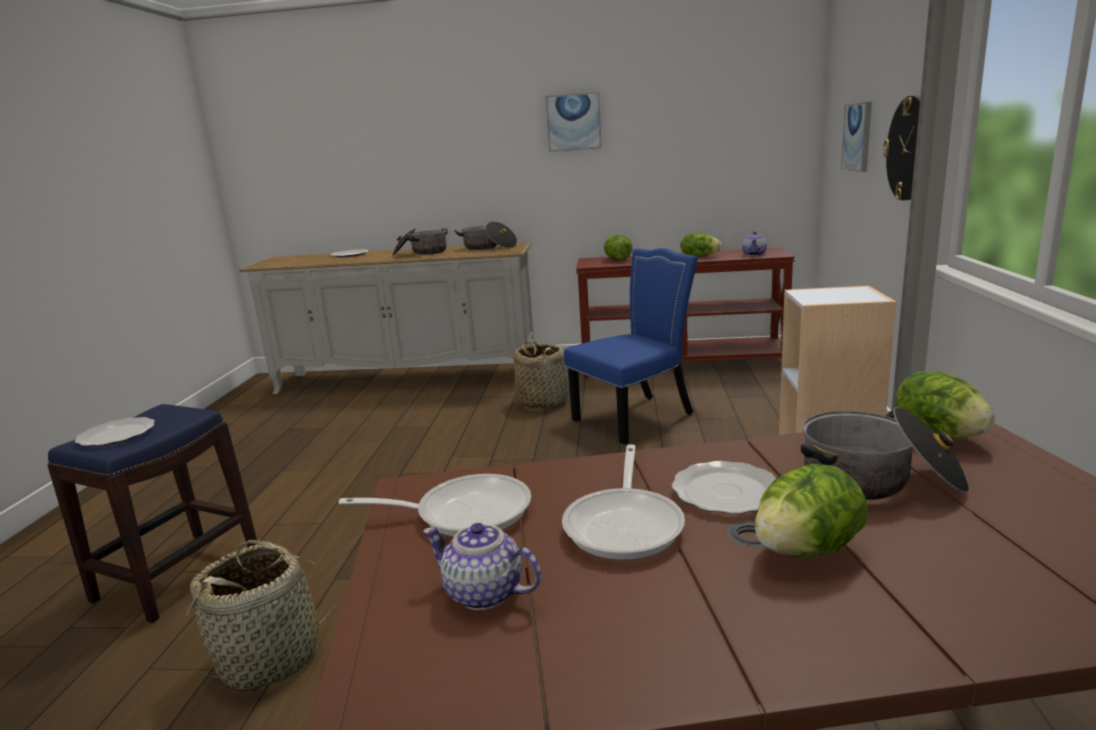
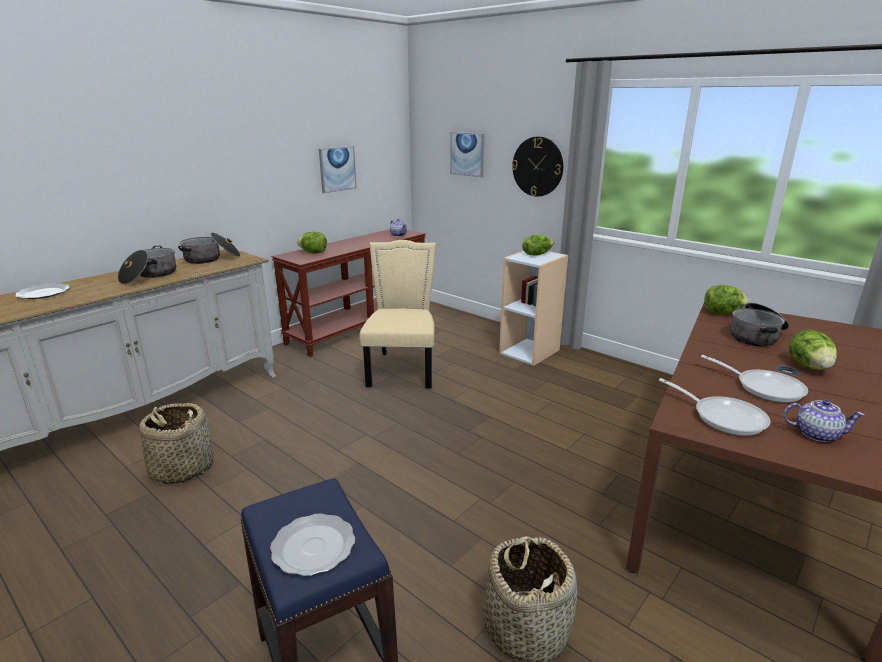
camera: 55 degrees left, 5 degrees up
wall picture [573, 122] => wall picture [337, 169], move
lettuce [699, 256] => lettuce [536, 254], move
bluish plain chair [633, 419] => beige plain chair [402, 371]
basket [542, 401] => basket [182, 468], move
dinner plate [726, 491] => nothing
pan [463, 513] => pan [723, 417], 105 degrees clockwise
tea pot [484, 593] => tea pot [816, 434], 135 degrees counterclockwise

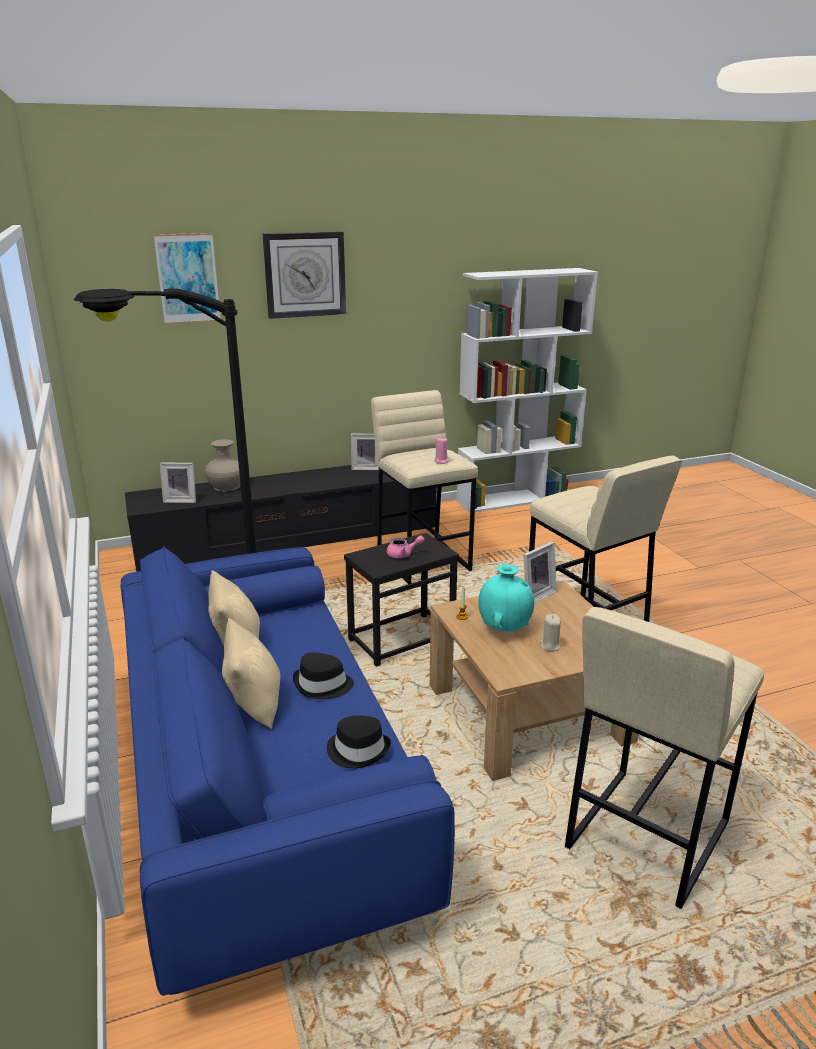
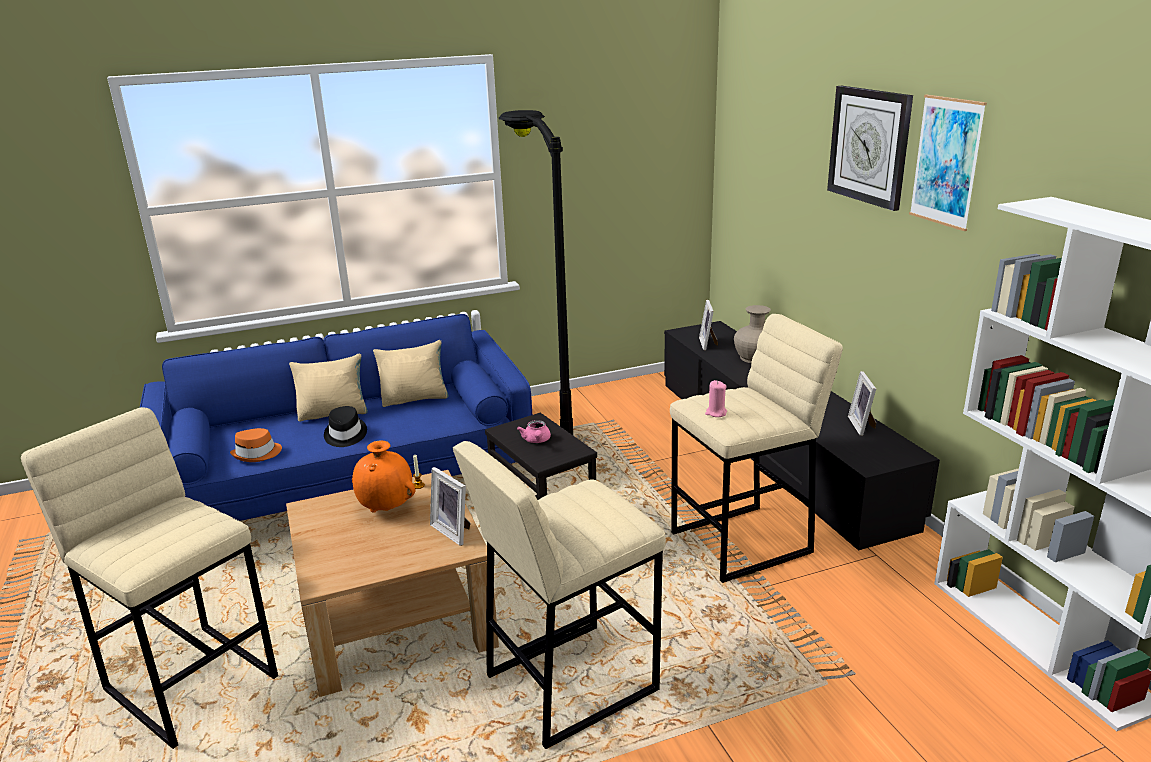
camera: 90 degrees right, 0 degrees up
wall picture [188, 279] => wall picture [946, 162], move
turquoise flower vase [504, 629] => orange-coloured flower vase [387, 509]
beige candle [549, 646] => nothing
black clothing hat [358, 750] => orange-coloured clothing hat [257, 454]

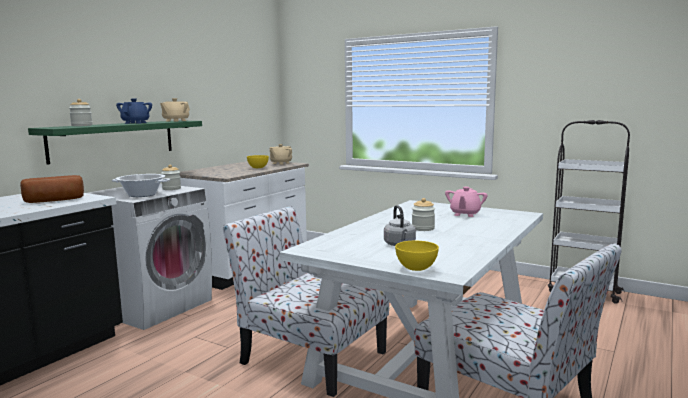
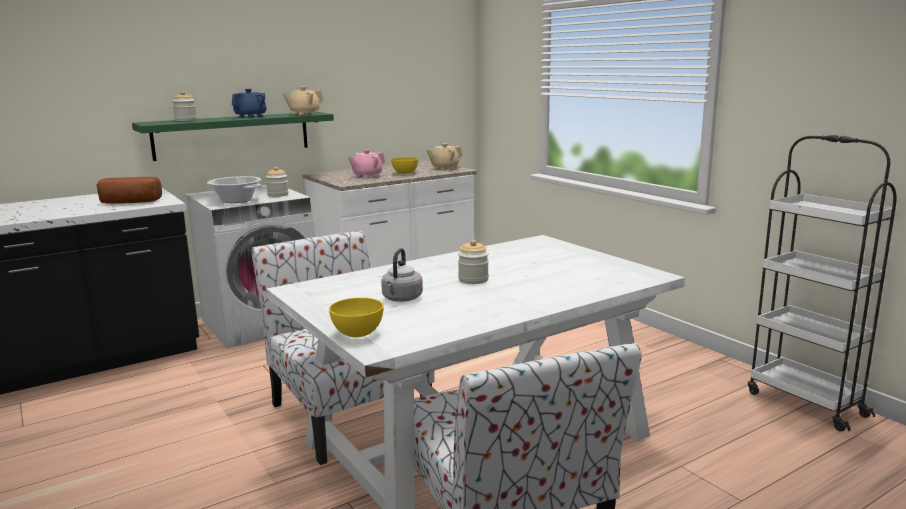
camera: 25 degrees right, 5 degrees up
pink-coloured tea pot [465, 214] => pink-coloured tea pot [367, 176], move

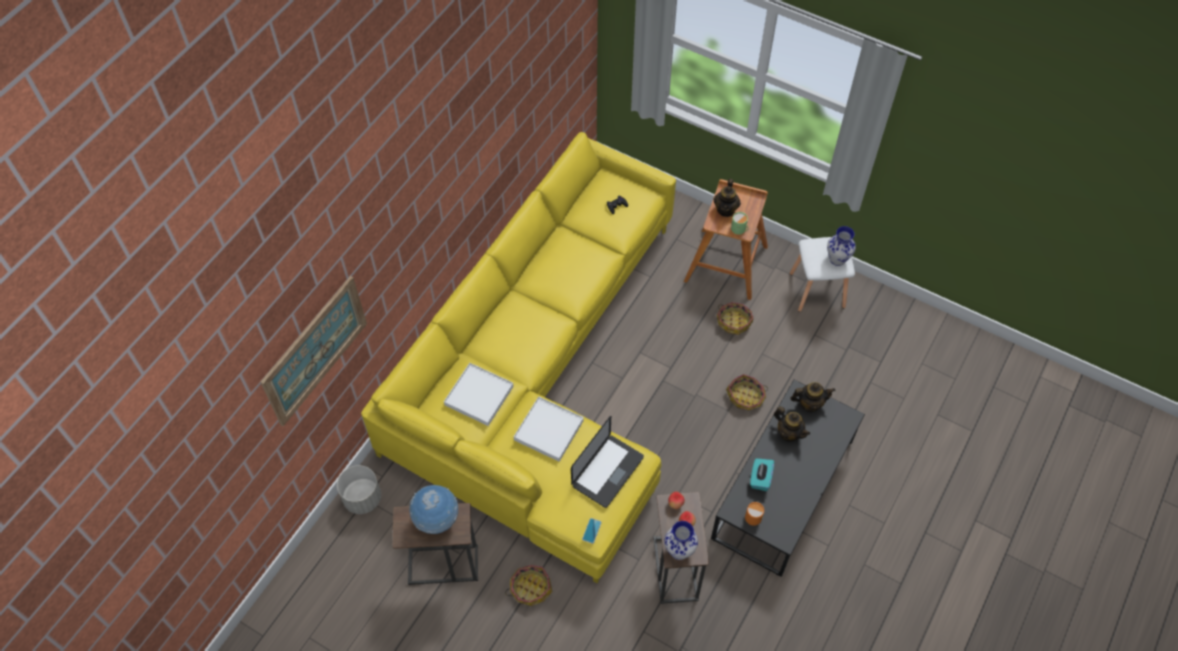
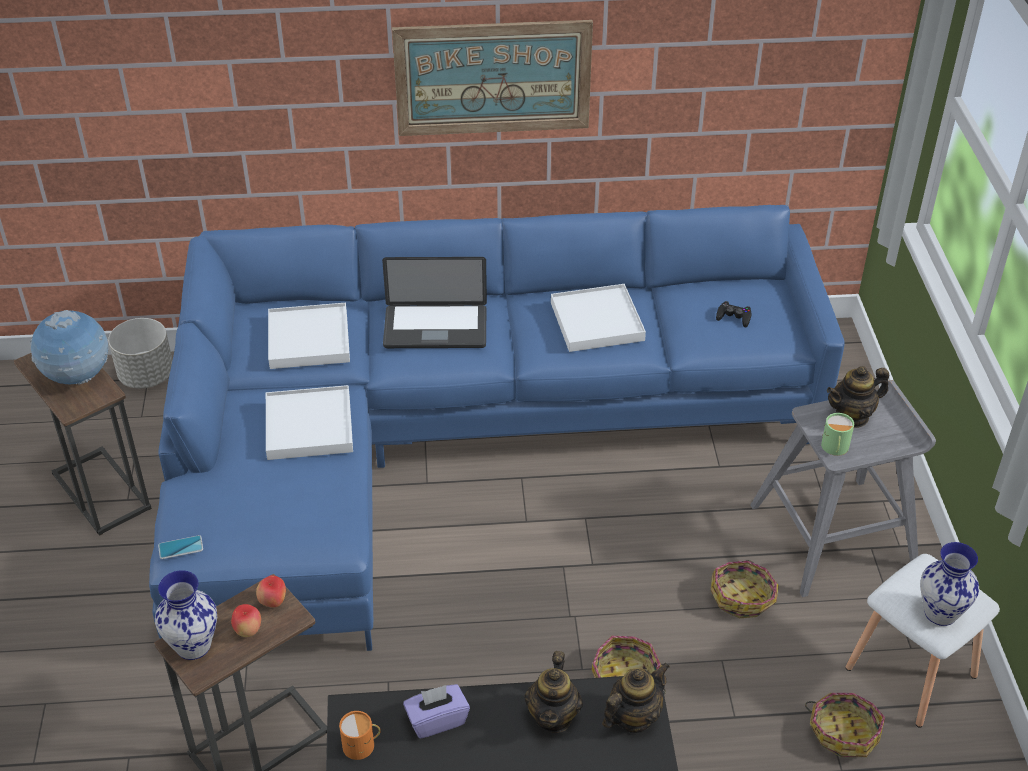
camera: 55 degrees right, 15 degrees down
yellow couch [540, 375] => bluish couch [455, 438]
brownish stool seat [726, 263] => gray stool seat [835, 536]
wall picture [315, 350] => wall picture [493, 77], move
tea pot [809, 403] => tea pot [633, 717], 90 degrees counterclockwise
laptop [607, 471] => laptop [435, 328], move
turquoise tissue holder [760, 479] => purplish tissue holder [437, 720]
basket [530, 588] => basket [843, 732], move
nothing => white serving tray [596, 322]

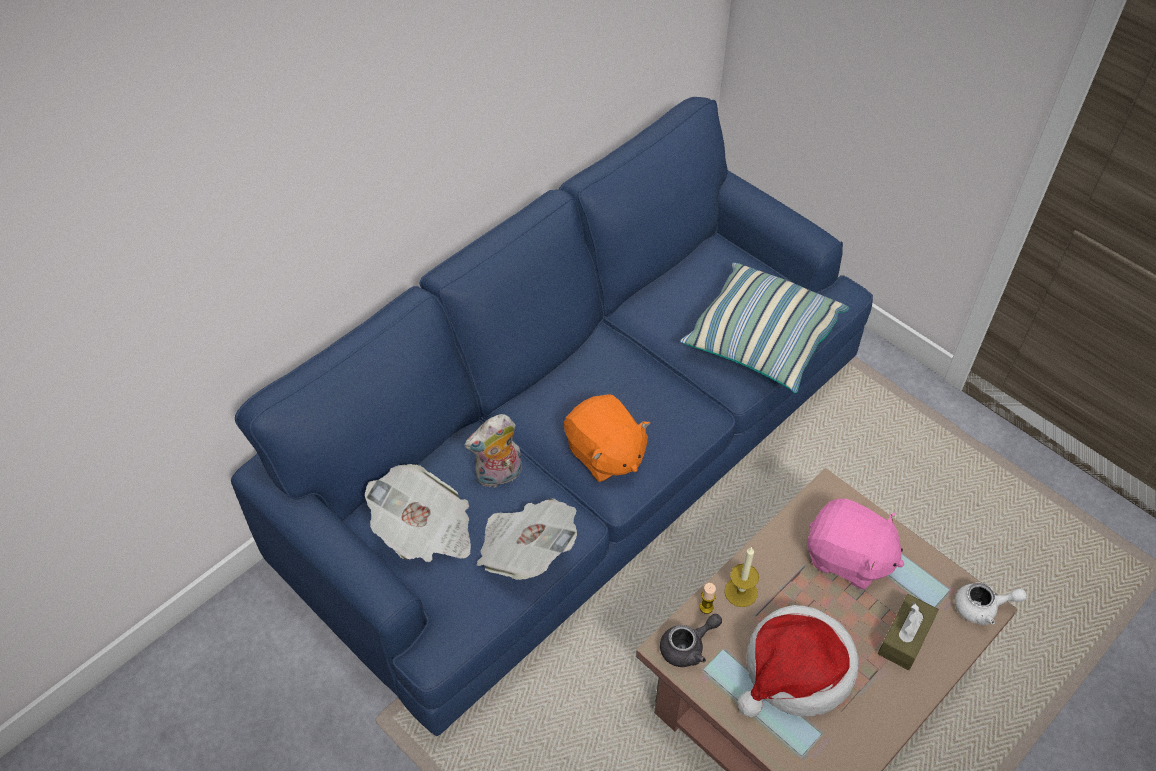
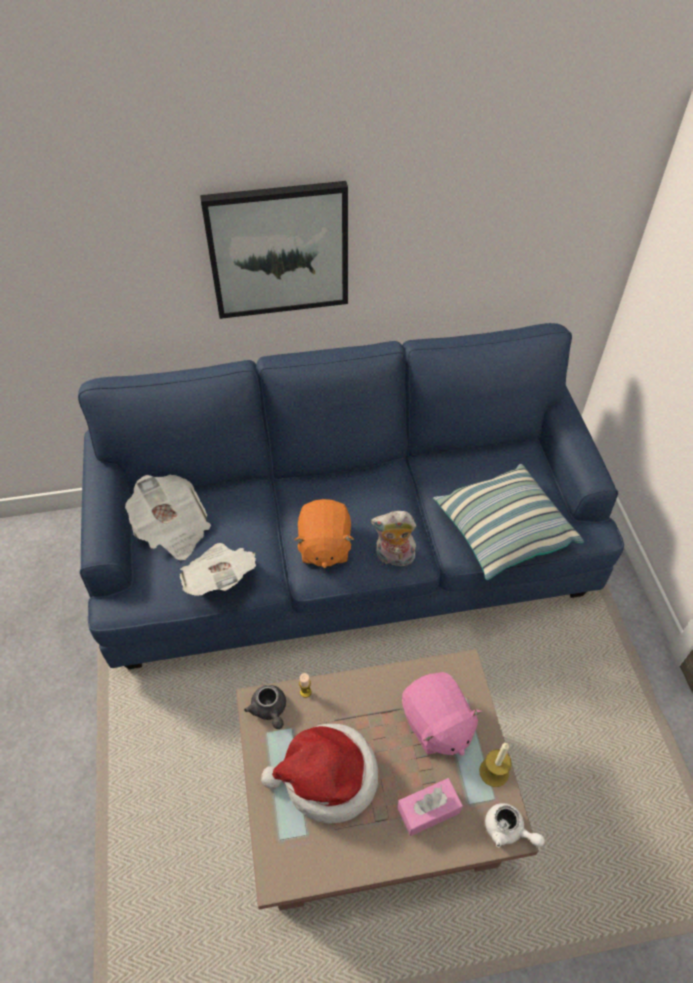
camera: 35 degrees right, 0 degrees up
soft toy [499, 476] => soft toy [393, 558], move
candle [741, 592] => candle [494, 772], move
brownish tissue holder [905, 637] => pink-coloured tissue holder [428, 810]
gray tea pot [688, 647] => gray tea pot [269, 710], 60 degrees clockwise
nothing => wall picture [278, 250]

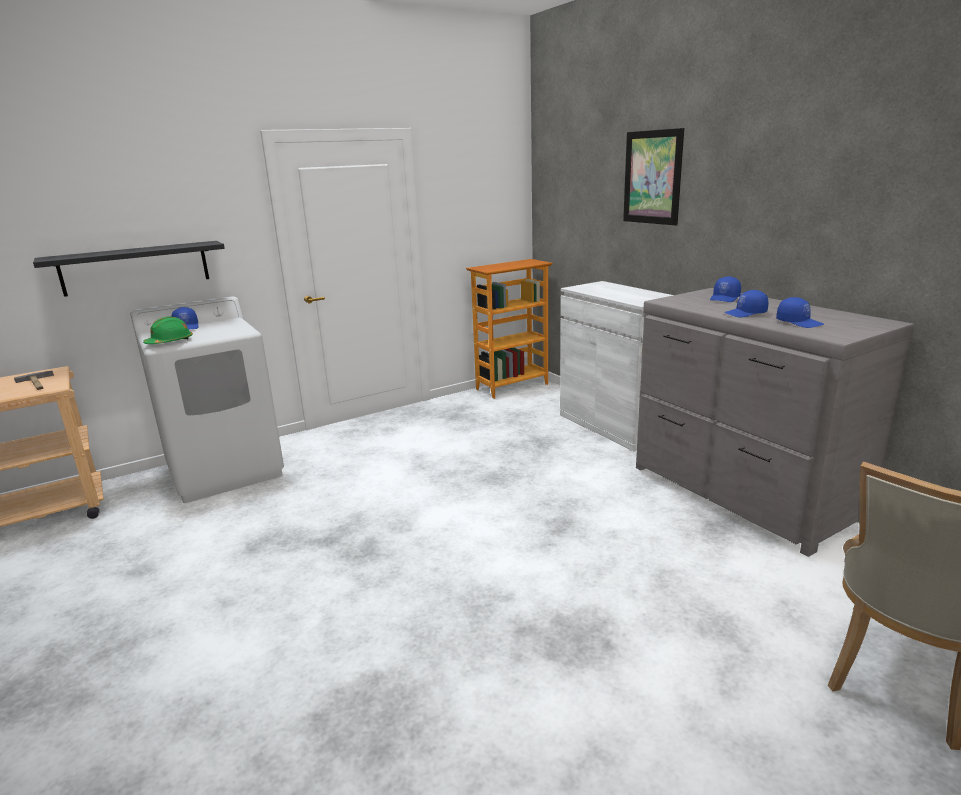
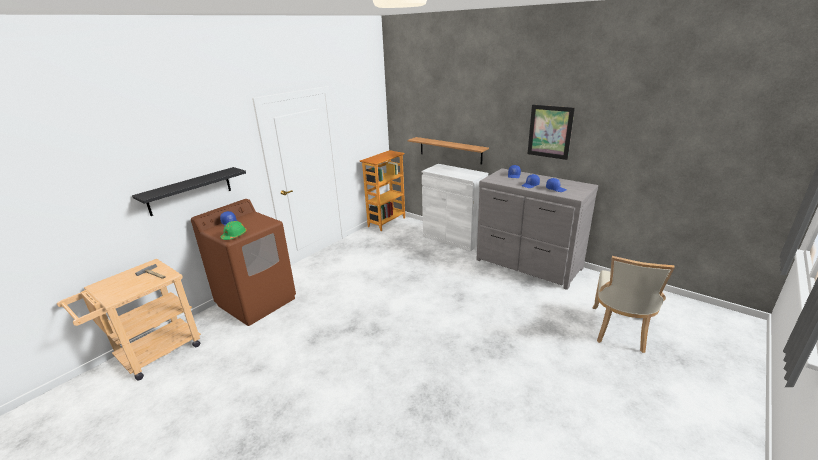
camera: 20 degrees left, 5 degrees up
wall picture [652, 177] => wall picture [550, 131], move
white laundry appliance [226, 470] => brownish laundry appliance [257, 301]
nothing => shelf [450, 150]

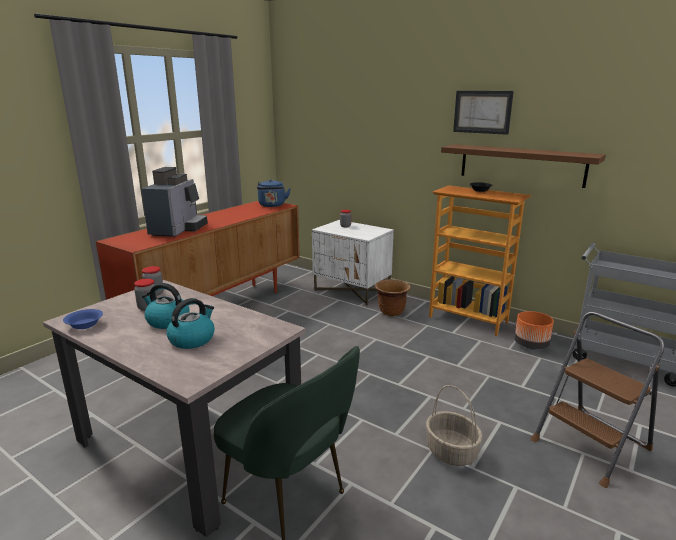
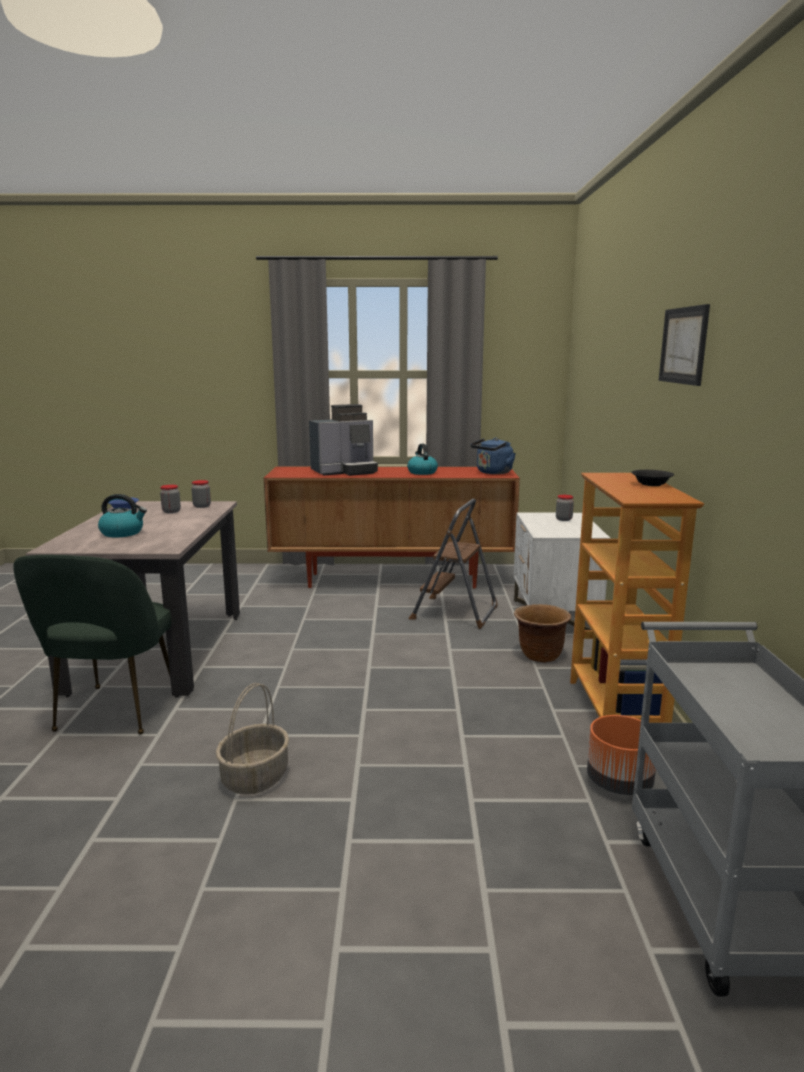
camera: 55 degrees right, 5 degrees down
brownish shelf [521, 165] => nothing
water kettle [167, 321] => water kettle [422, 472], move
brownish stepladder [594, 443] => brownish stepladder [457, 613], move

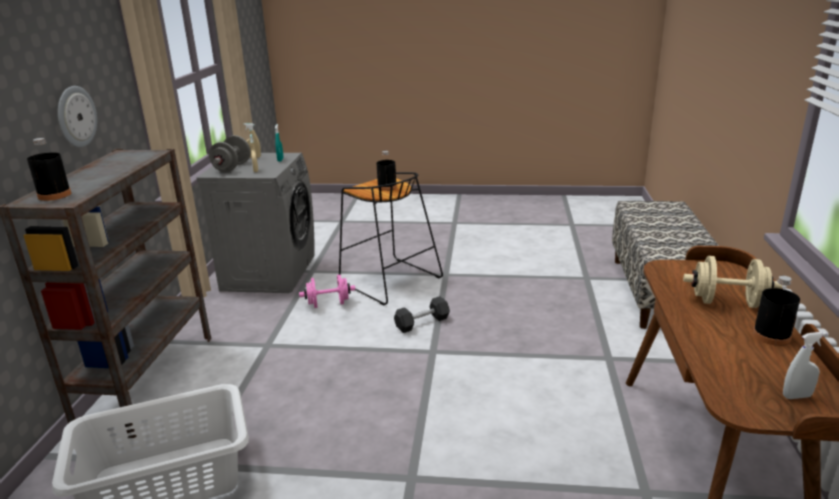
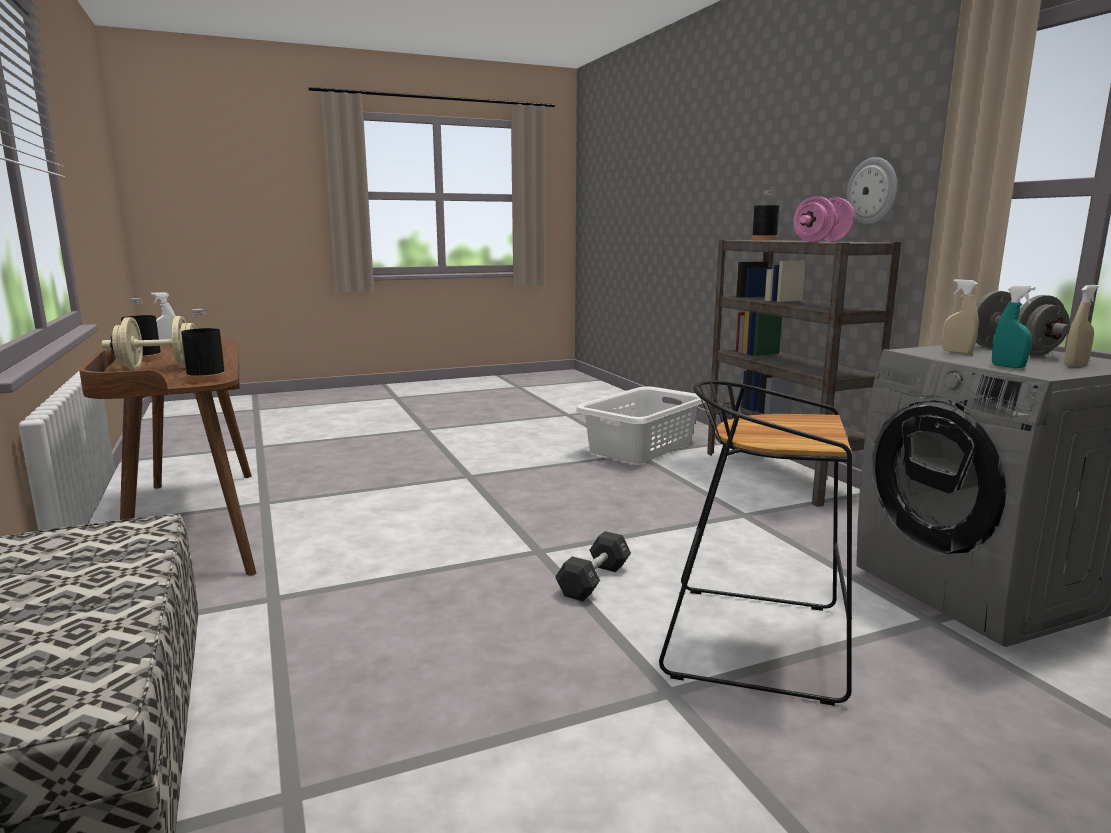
camera: 150 degrees right, 10 degrees down
black bottle [387, 187] => black bottle [206, 378], move
pink-coloured dumbbell [328, 304] => pink-coloured dumbbell [822, 241], move

